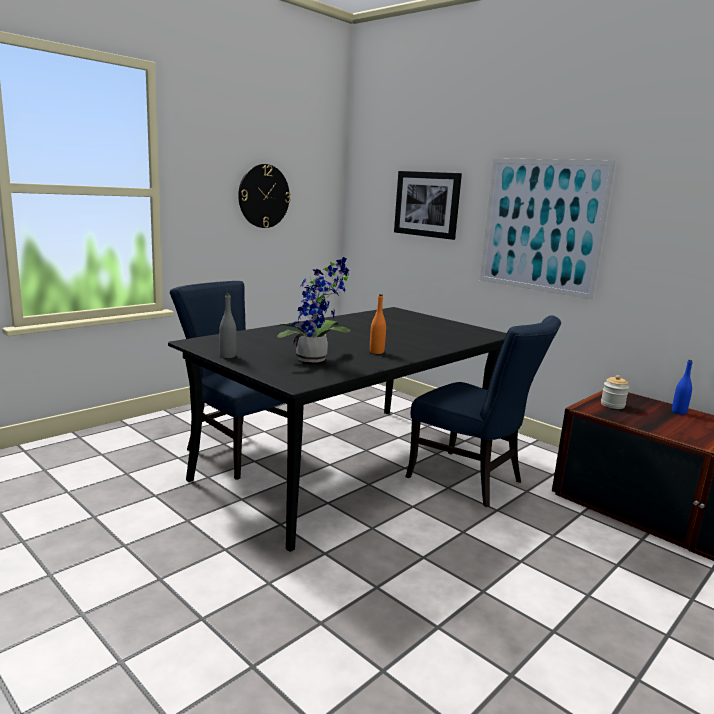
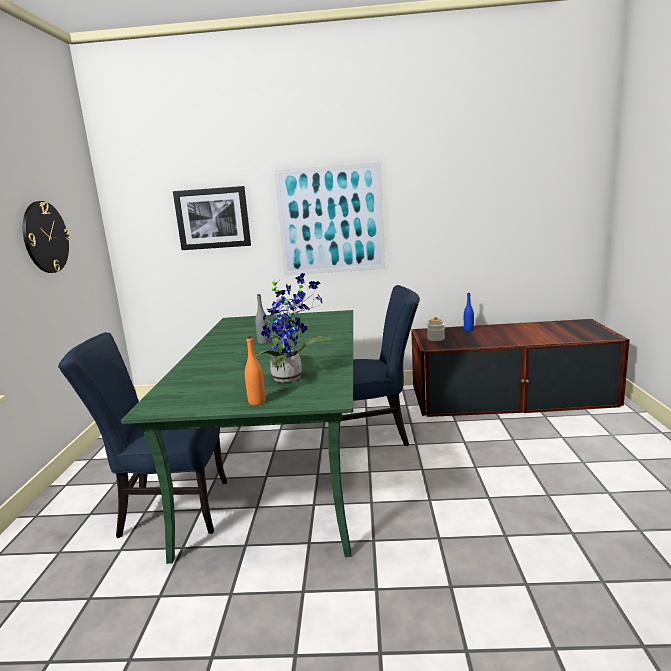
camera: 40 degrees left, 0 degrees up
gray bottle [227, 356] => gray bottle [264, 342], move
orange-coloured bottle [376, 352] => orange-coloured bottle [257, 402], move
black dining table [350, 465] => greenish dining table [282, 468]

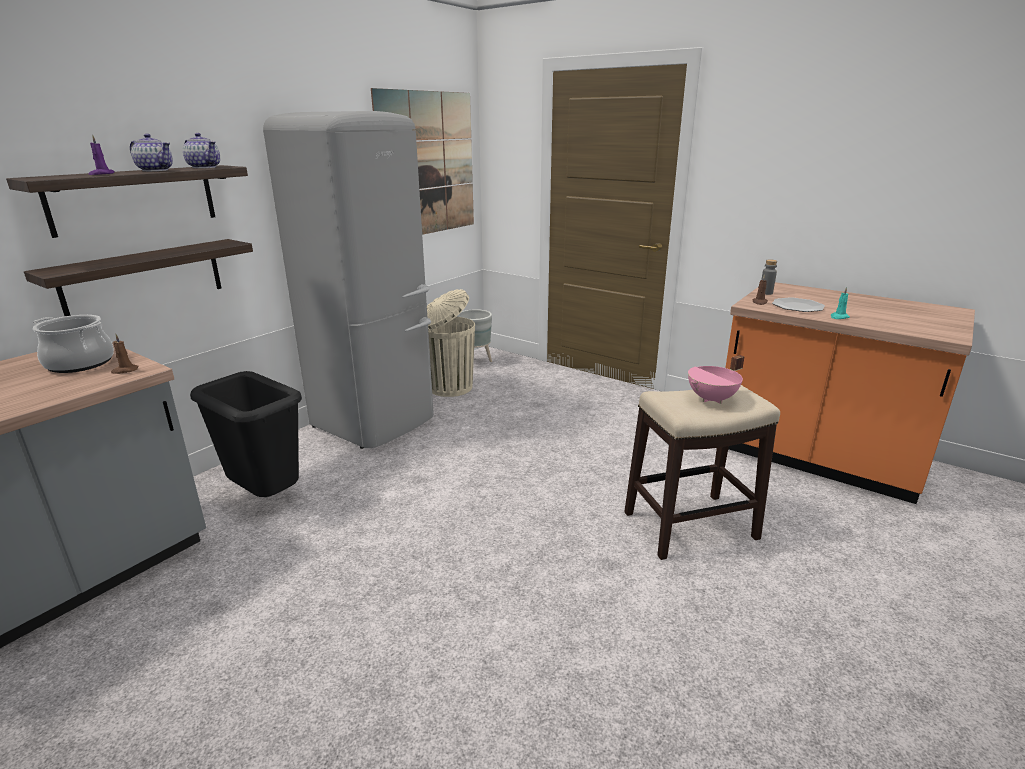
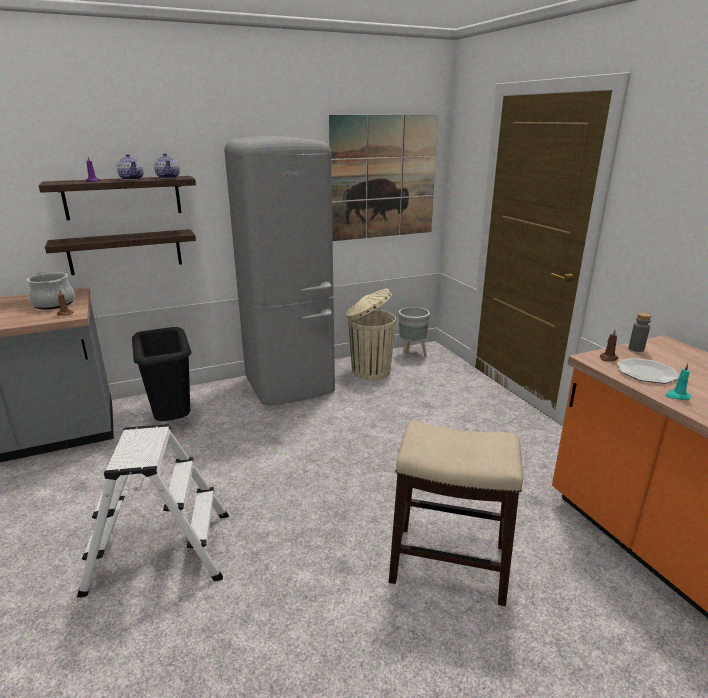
camera: 30 degrees right, 0 degrees up
pink-coloured stockpot [712, 399] => nothing
nothing => white stepladder [159, 552]

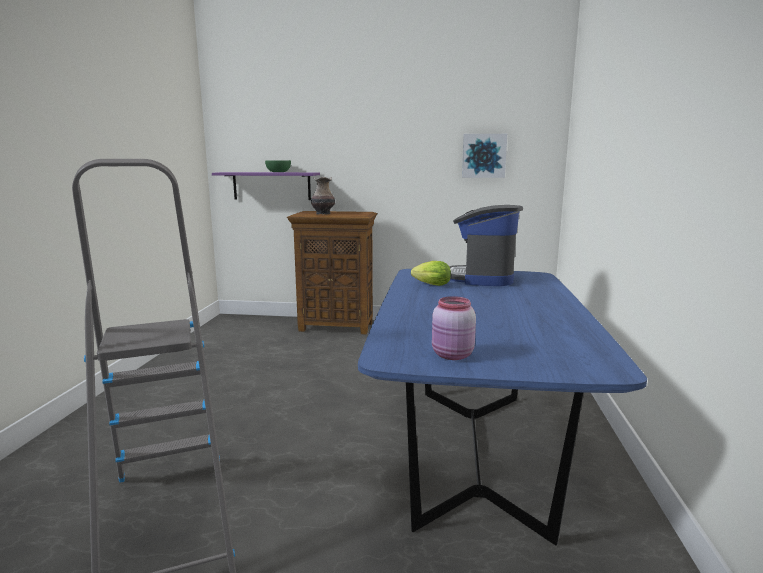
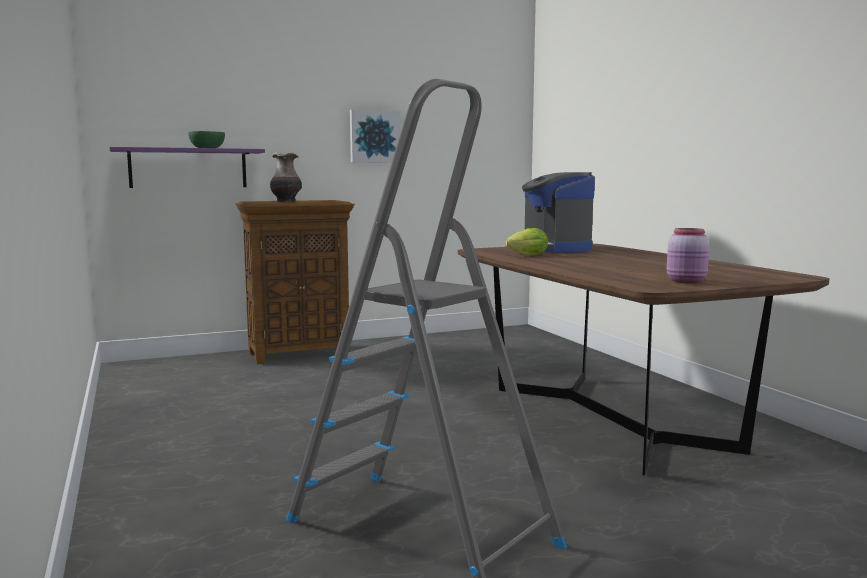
camera: 30 degrees left, 5 degrees down
wall picture [484, 156] => wall picture [374, 136], move
bluish dining table [476, 451] => brownish dining table [608, 418]

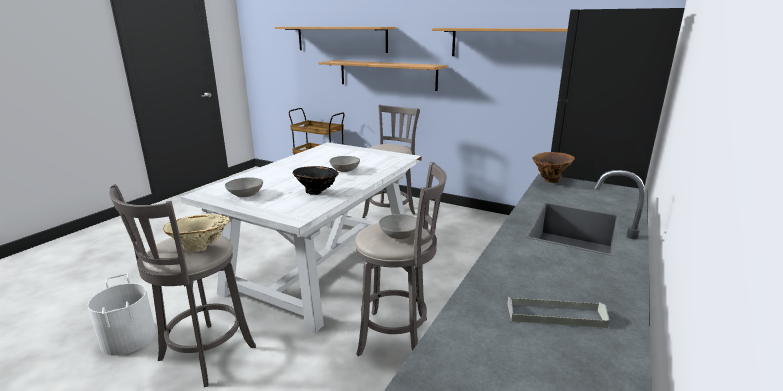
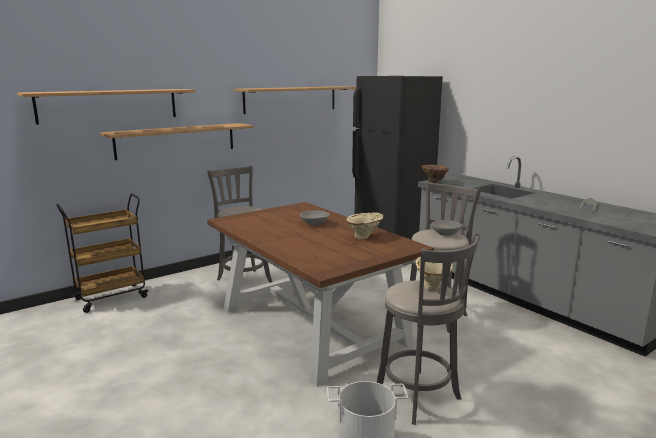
camera: 65 degrees left, 5 degrees down
white dining table [323, 266] => brownish dining table [313, 325]
black flower vase [316, 193] => beige flower vase [365, 237]
gray serving bowl [245, 195] => nothing

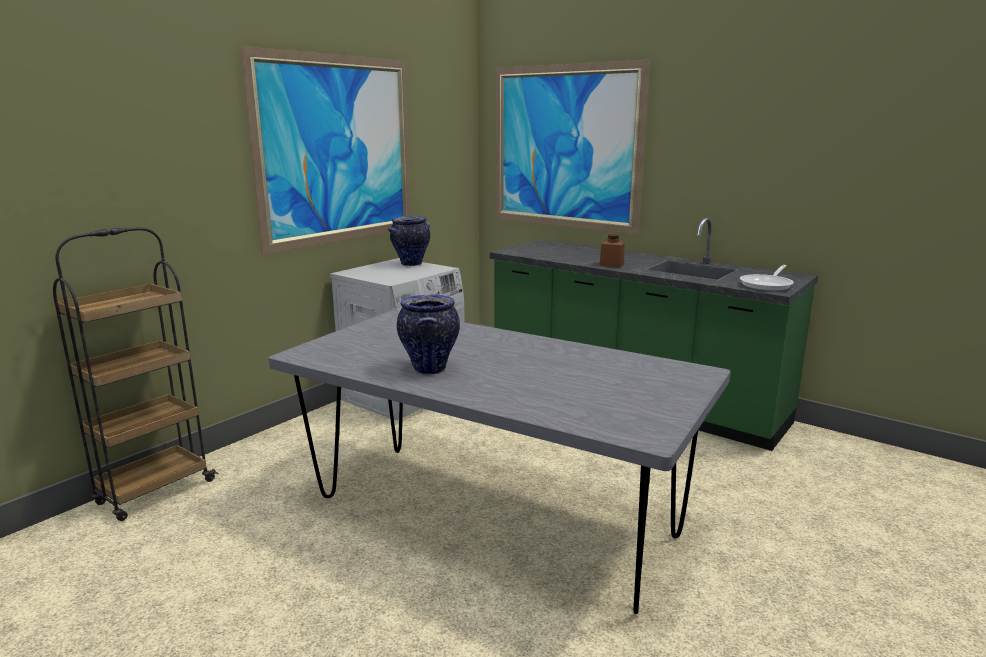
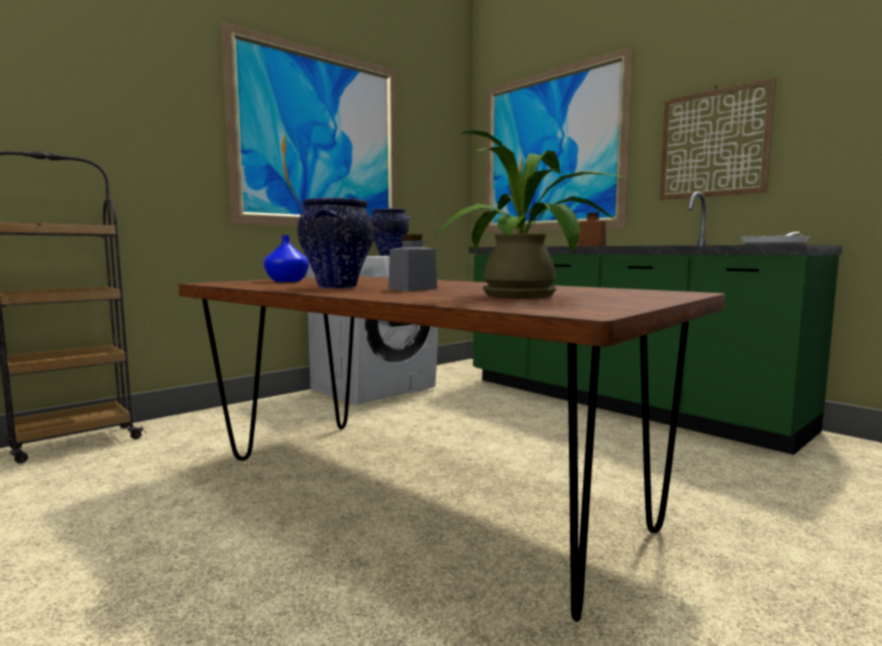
camera: 10 degrees right, 10 degrees down
gray dining table [491, 517] => brownish dining table [415, 491]
nothing => wall picture [713, 142]
nothing => houseplant [527, 296]
nothing => gray storage jar [413, 289]
nothing => bluish flower vase [286, 281]

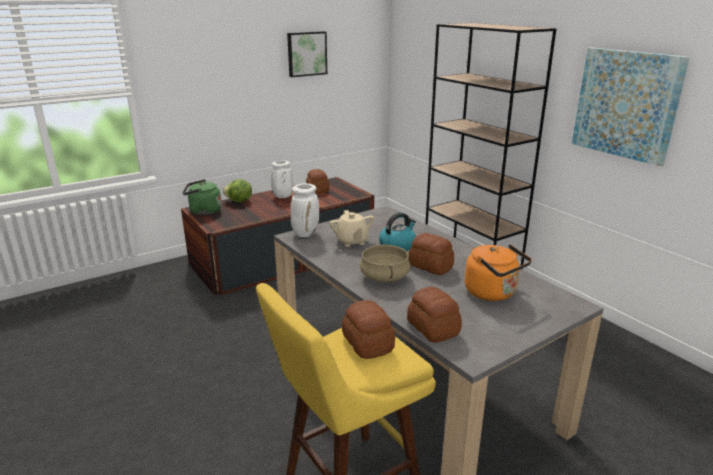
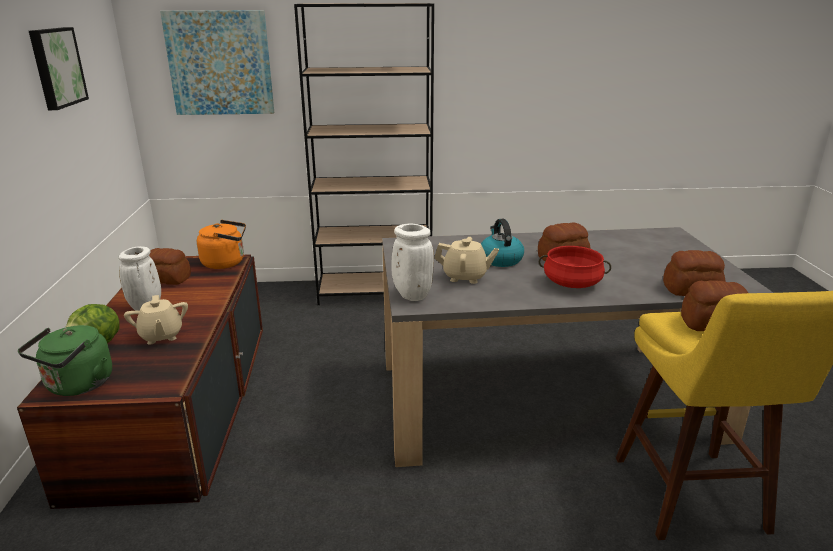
camera: 60 degrees left, 0 degrees up
wall picture [626, 104] => wall picture [220, 63], move
orange-coloured water kettle [493, 293] => orange-coloured water kettle [226, 263], move
beige stockpot [384, 277] => reddish stockpot [572, 283]
nothing => beige tea pot [161, 336]

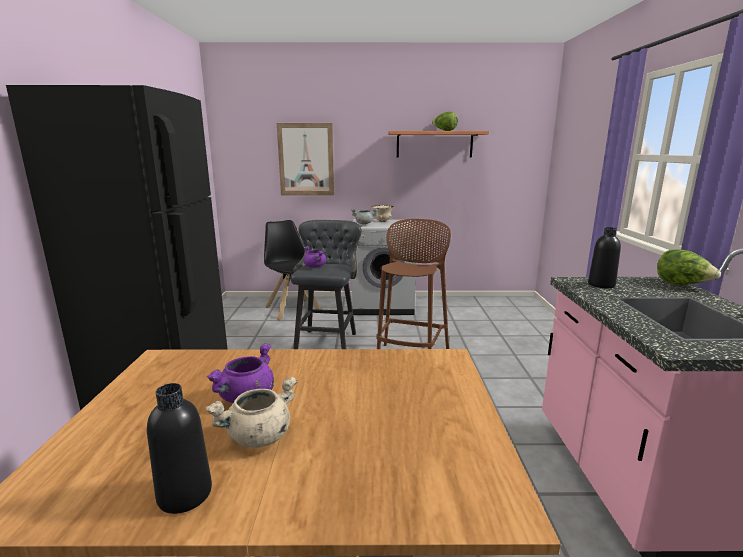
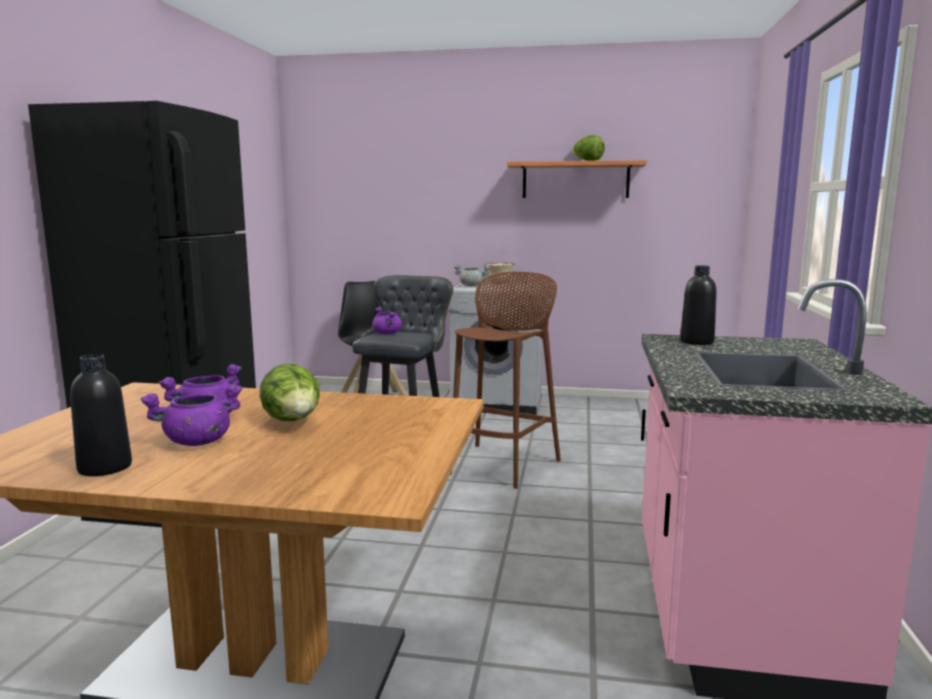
camera: 10 degrees right, 5 degrees down
wall picture [306, 160] => nothing
lettuce [682, 285] => lettuce [293, 422], move
beige stockpot [259, 437] => purplish stockpot [197, 442]

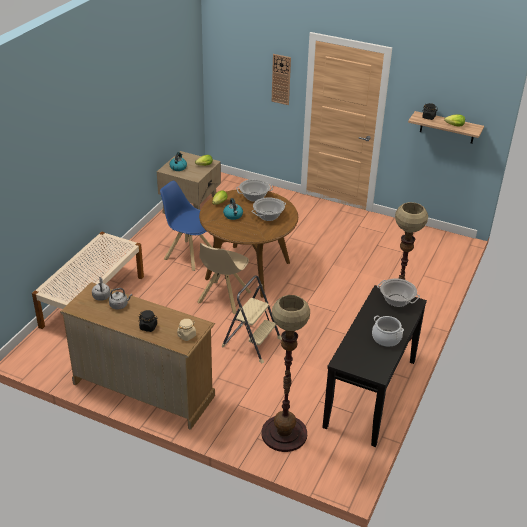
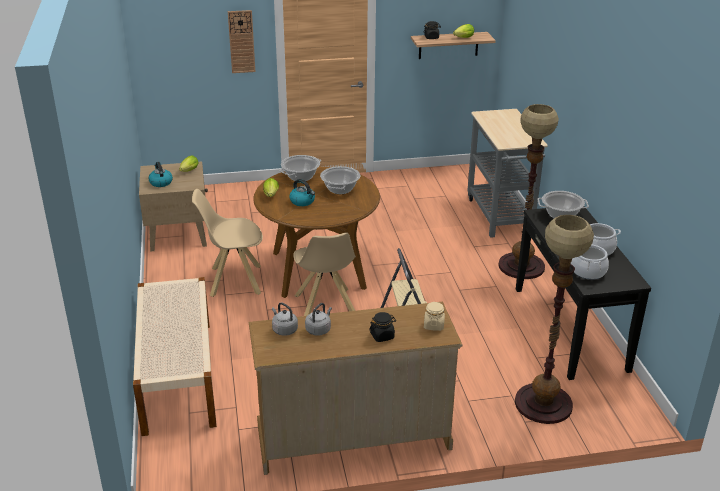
camera: 35 degrees left, 5 degrees down
bluish plain chair [188, 254] => beige plain chair [233, 280]
nothing => gray trolley [499, 216]
nothing => stockpot [588, 271]

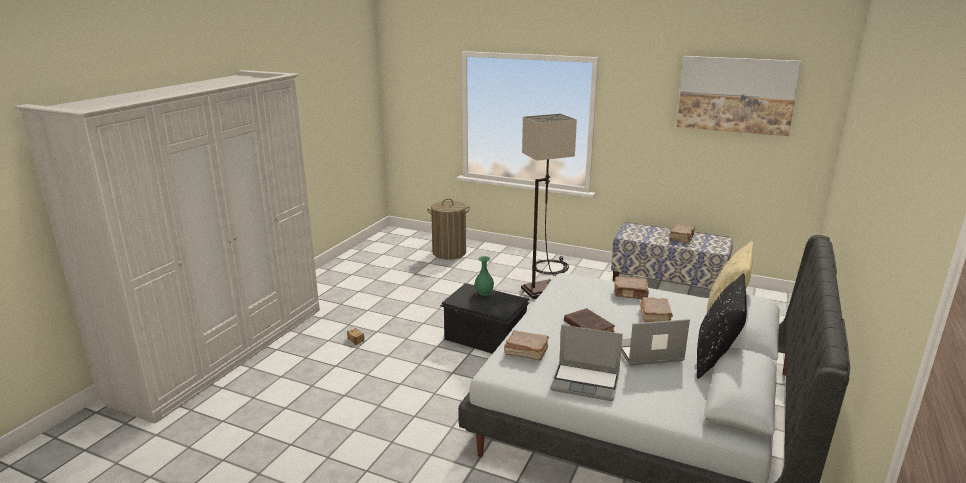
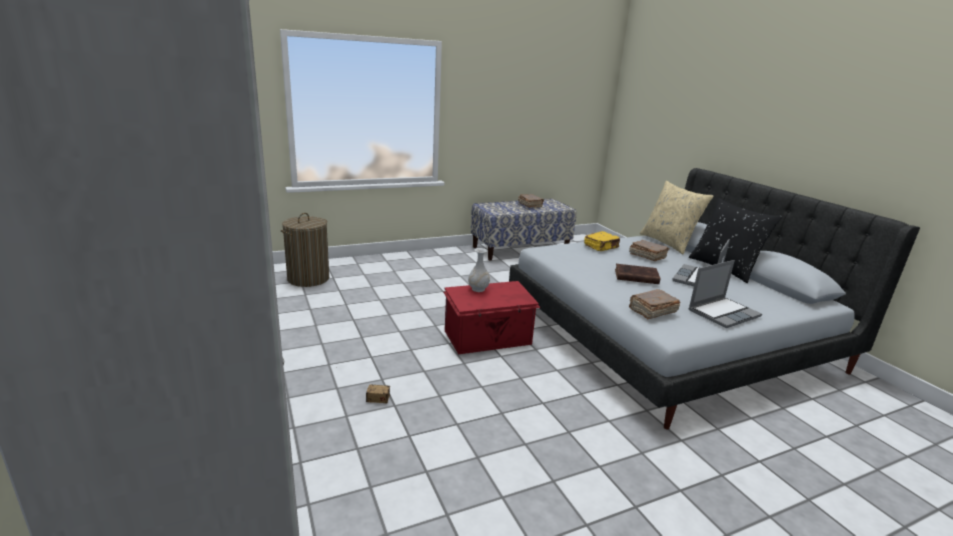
camera: 50 degrees left, 0 degrees up
wall picture [736, 95] => nothing
floor lamp [547, 278] => nothing
greenish flower vase [484, 293] => white flower vase [478, 289]
brownish book [631, 294] => yellow book [601, 247]
black storage container [485, 339] => reddish storage container [488, 338]

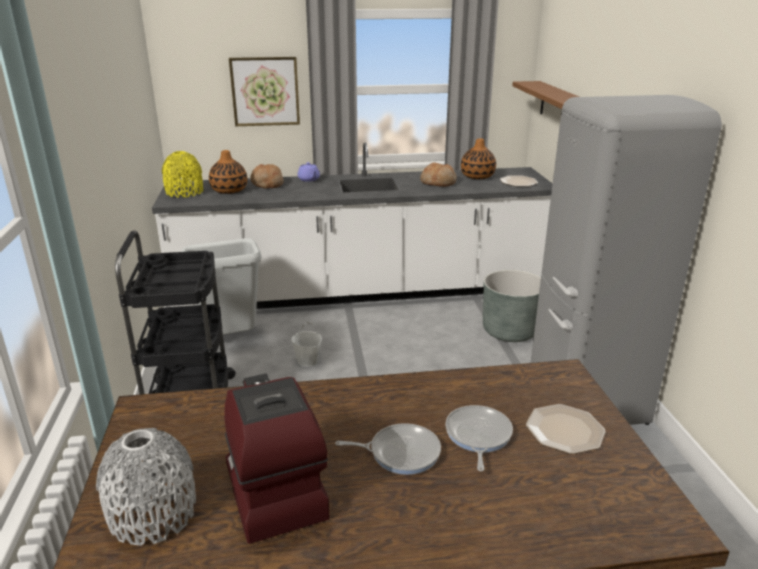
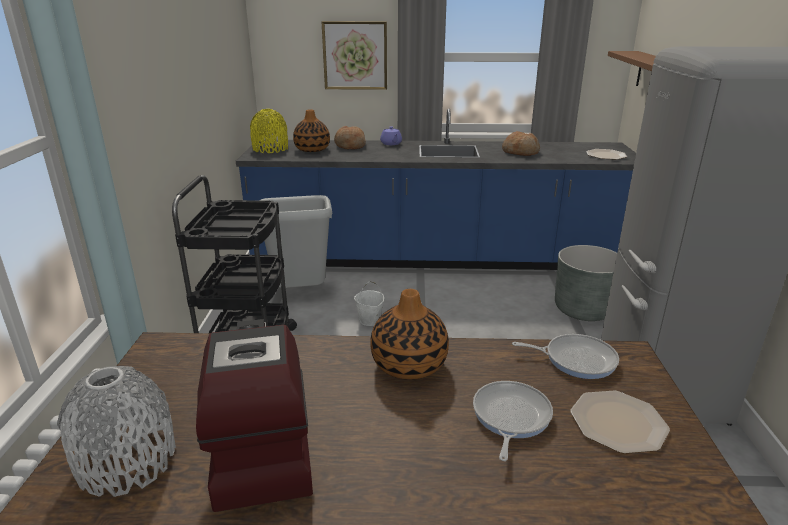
camera: 10 degrees right, 0 degrees up
flower vase [477, 176] => flower vase [408, 364], move
white counter [361, 291] => bluish counter [435, 258]
pan [400, 452] => pan [576, 359], move

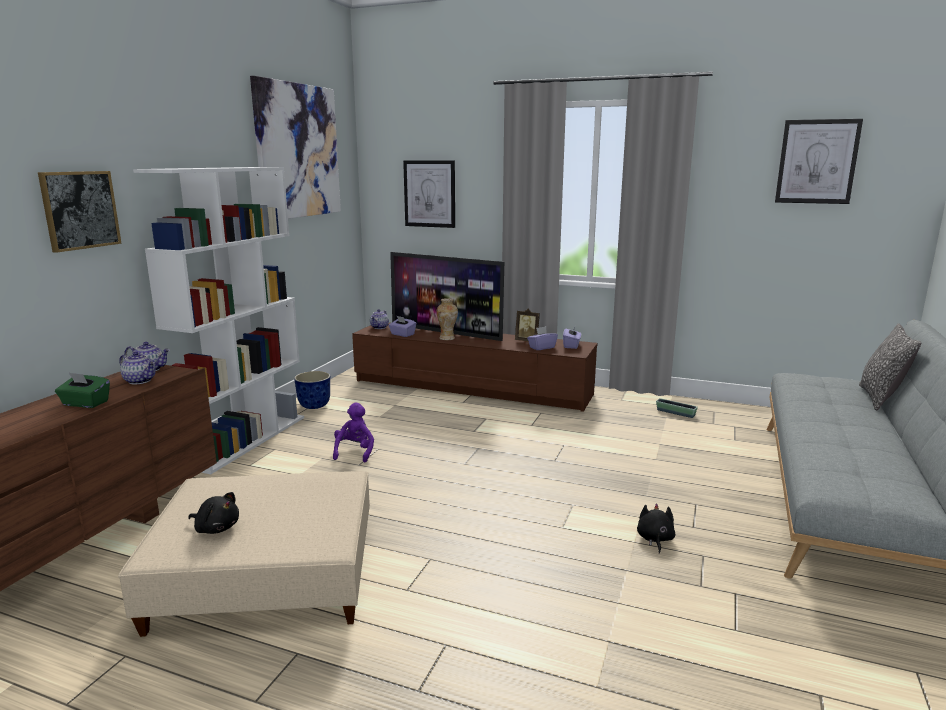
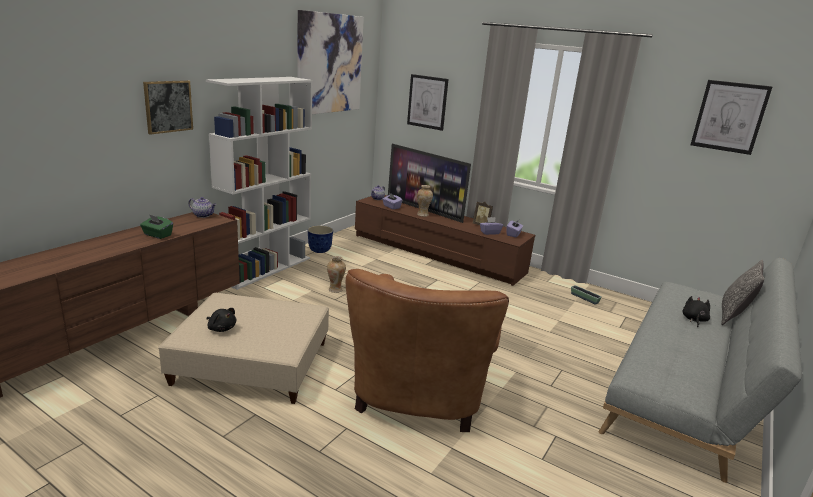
camera: 10 degrees right, 5 degrees up
tea pot [140, 381] => nothing
purplish soft toy [355, 452] => flower vase [335, 289]
black soft toy [655, 539] => black soft toy [694, 320], move
nothing => brownish easy chair [419, 397]

